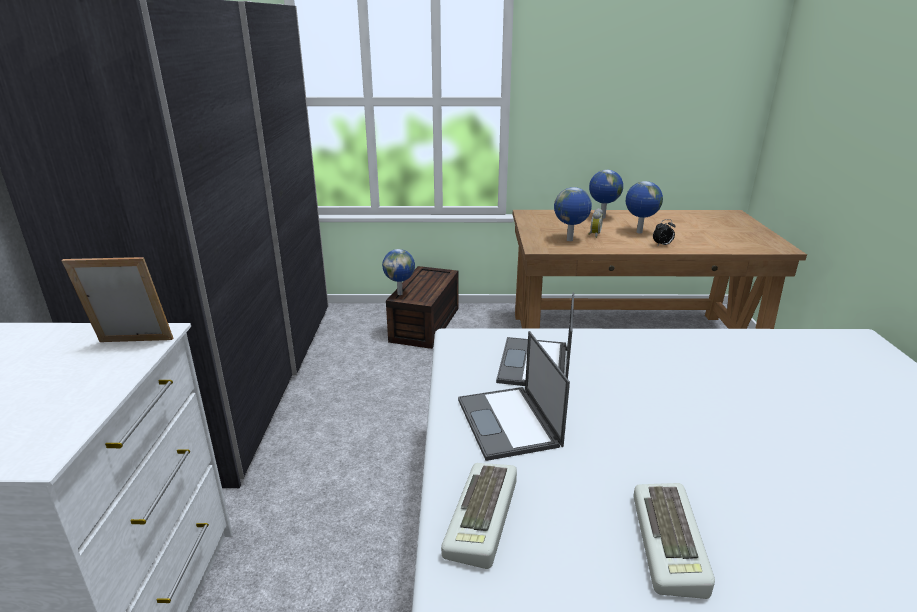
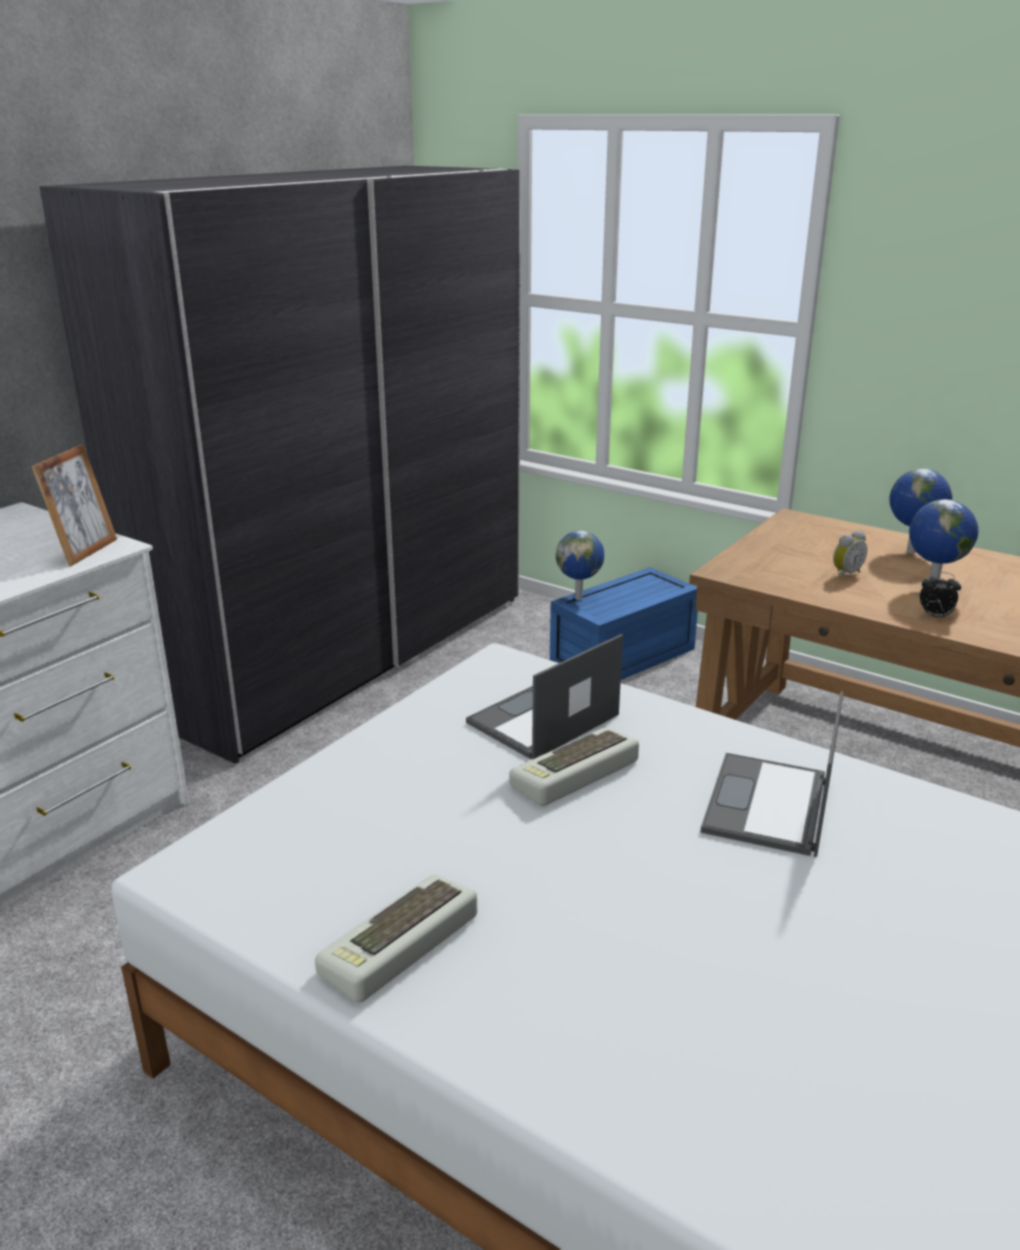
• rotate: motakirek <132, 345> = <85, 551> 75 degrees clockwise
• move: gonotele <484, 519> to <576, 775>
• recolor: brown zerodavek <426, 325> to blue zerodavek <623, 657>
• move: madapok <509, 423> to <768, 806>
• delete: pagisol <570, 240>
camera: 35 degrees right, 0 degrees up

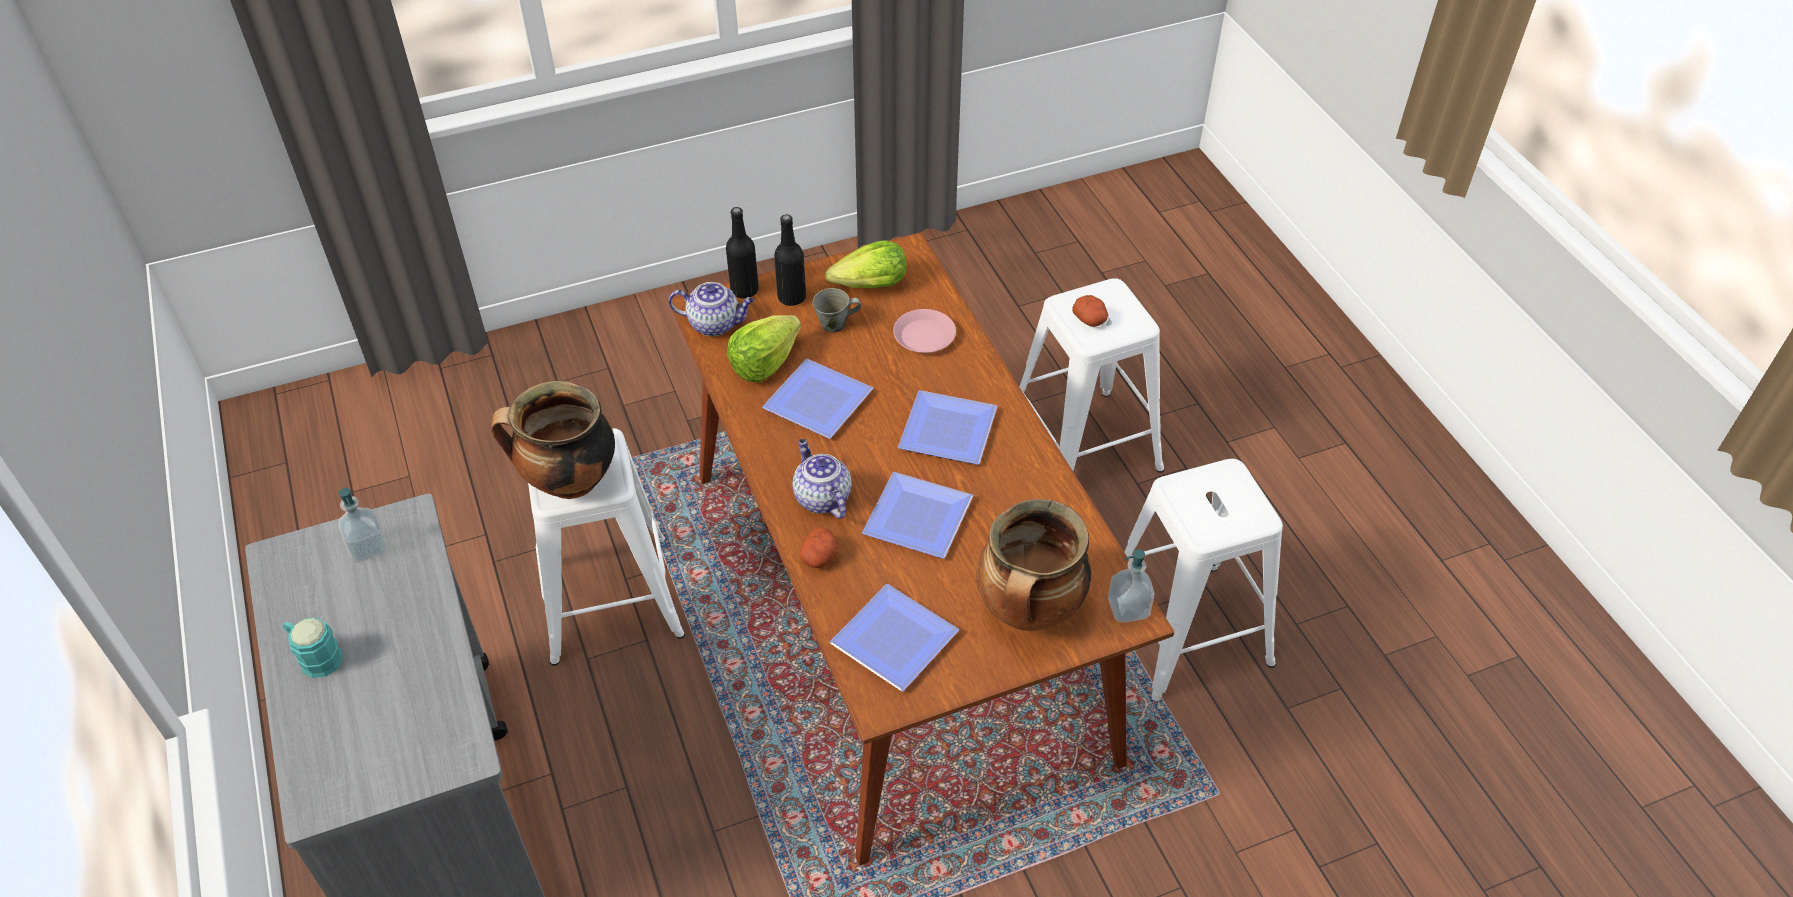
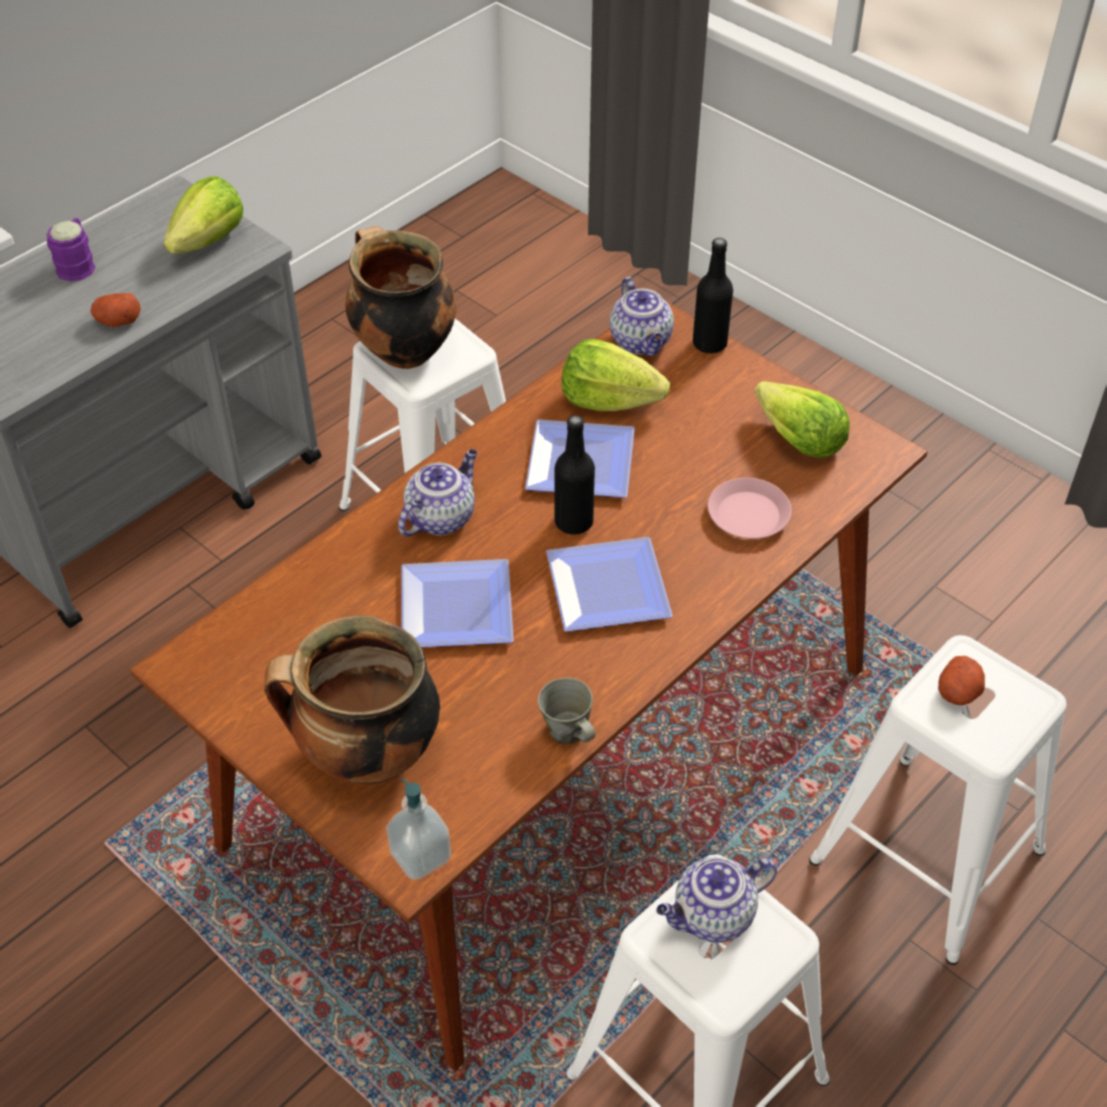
• recolor: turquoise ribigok <315, 656> to purple ribigok <77, 264>
• move: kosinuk <819, 557> to <117, 321>
• replace: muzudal <368, 547> to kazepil <209, 240>
• move: grey ribigok <835, 324> to <568, 732>
• move: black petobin <791, 297> to <574, 522>
• insert: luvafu <712, 917>
• delete: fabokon <899, 639>
camera: 65 degrees right, 0 degrees up

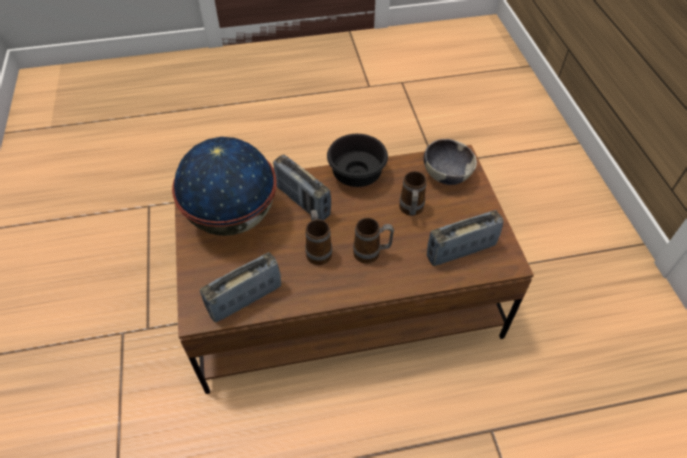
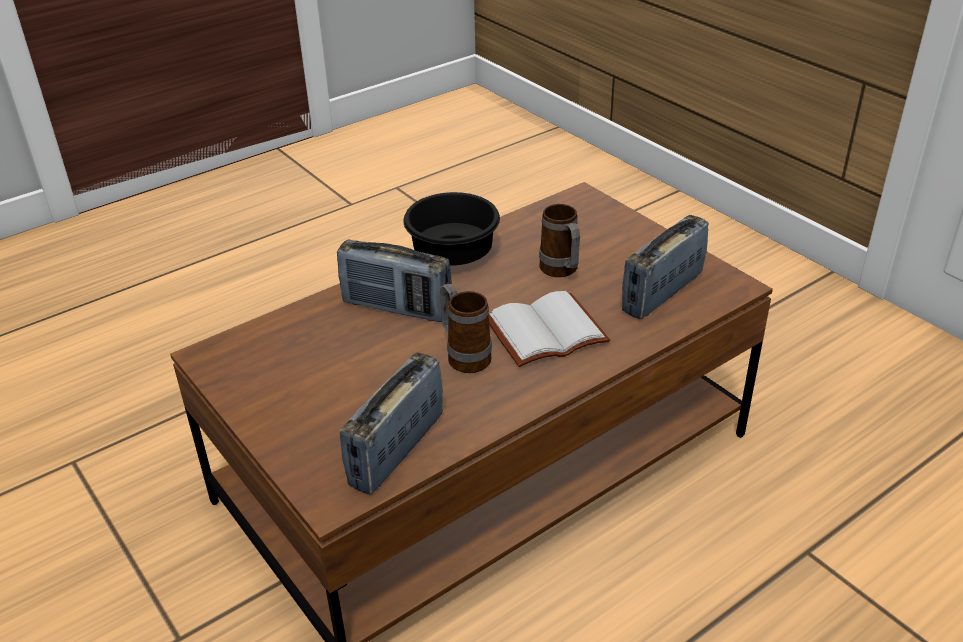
• replace: ribigok <372, 253> to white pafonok <545, 334>
• delete: pagisol <232, 218>
• delete: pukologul <446, 175>
camera: 25 degrees left, 15 degrees down

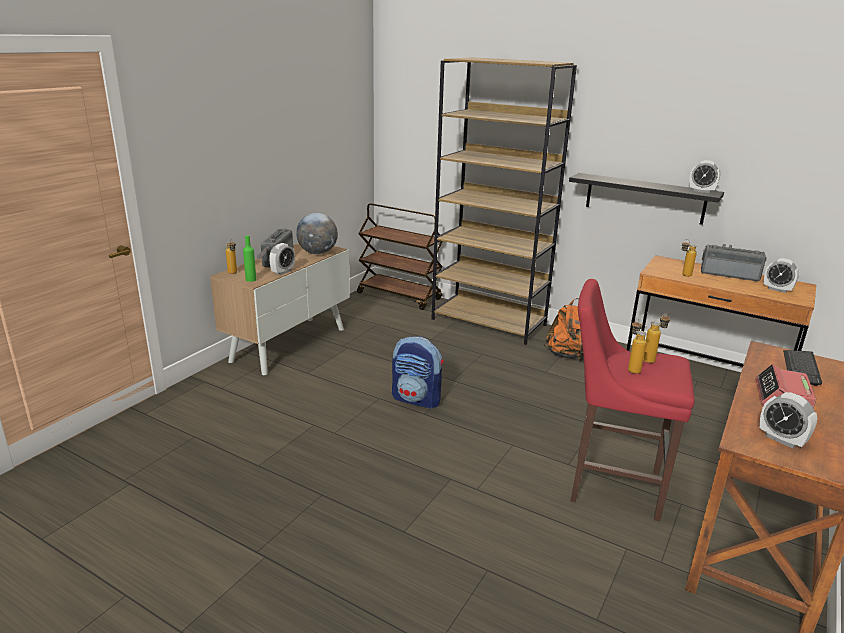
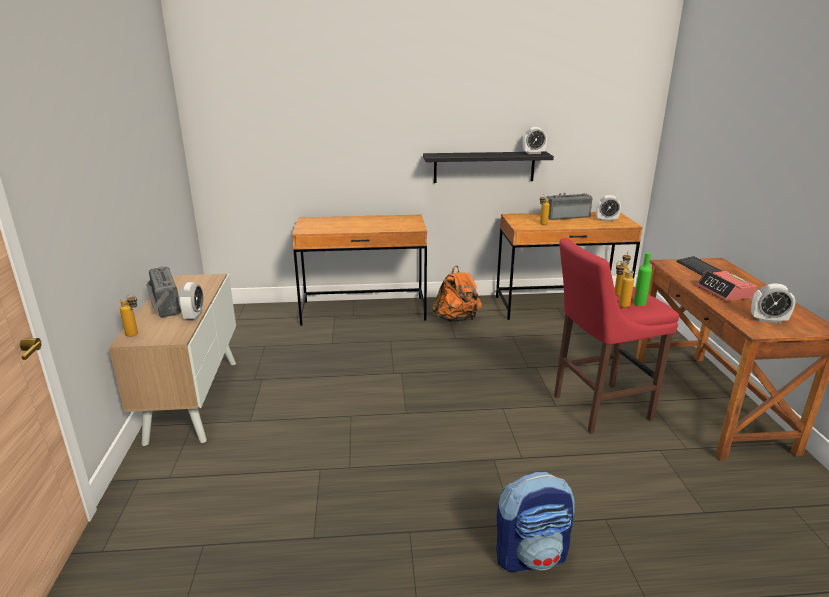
• replace: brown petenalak <489, 322> to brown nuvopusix <363, 311>
• move: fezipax <417, 399> to <531, 555>
• move: green petobin <251, 279> to <639, 303>
• delete: pagisol <317, 253>
• delete: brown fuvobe <400, 296>
camera: 35 degrees left, 0 degrees up

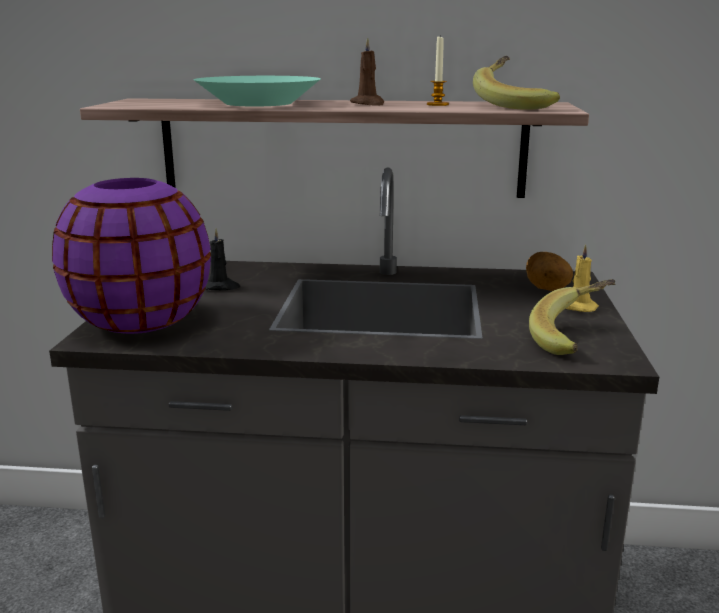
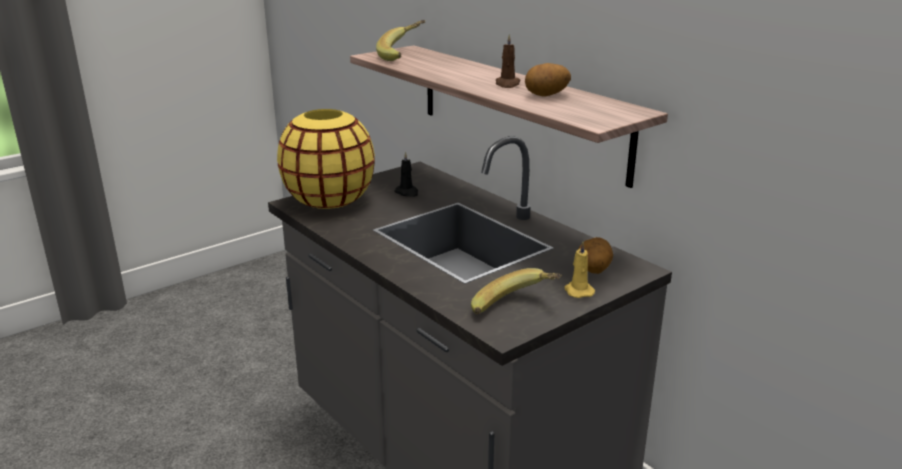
• recolor: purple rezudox <141, 321> to yellow rezudox <329, 200>
• move: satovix <515, 106> to <404, 55>
• replace: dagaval <437, 104> to kosinuk <547, 95>
• delete: turquoise pukologul <259, 103>
camera: 45 degrees right, 5 degrees up

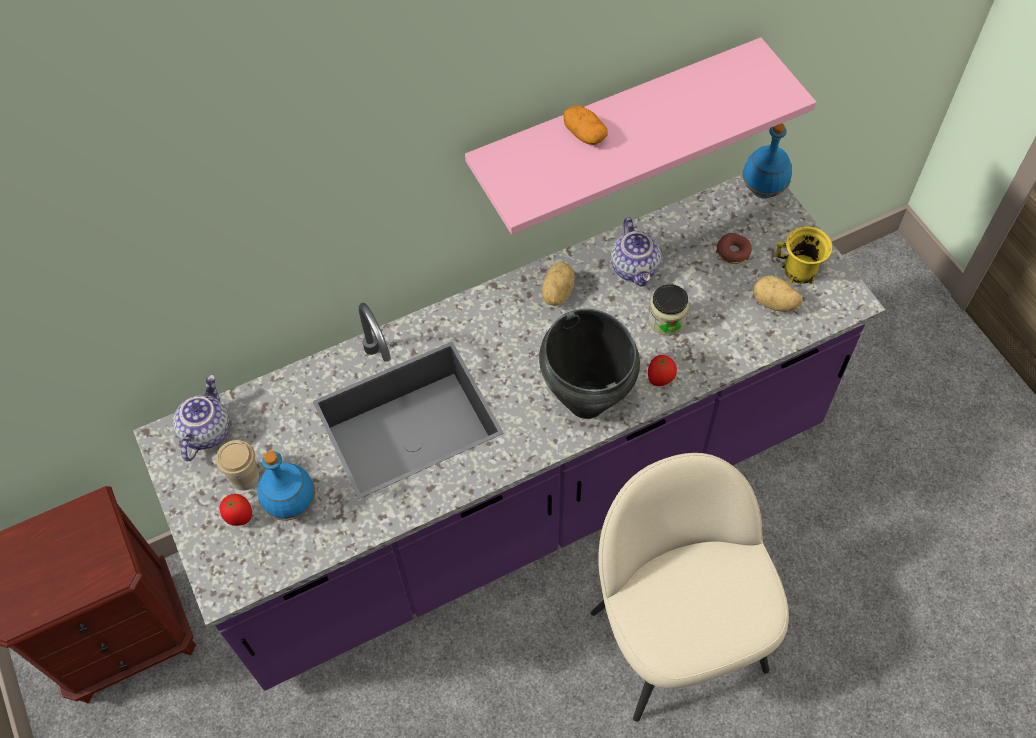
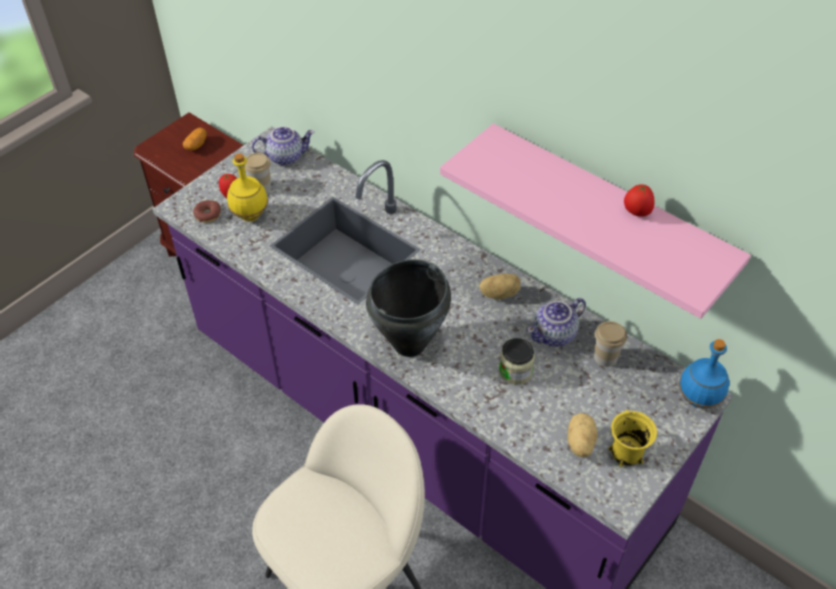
• move: kosinuk <584, 134> to <196, 145>
• move: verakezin <733, 252> to <208, 215>
• recolor: blue petobin <292, 504> to yellow petobin <251, 215>
• insert: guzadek <605, 357>
• move: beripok <660, 379> to <636, 213>
camera: 65 degrees right, 10 degrees down

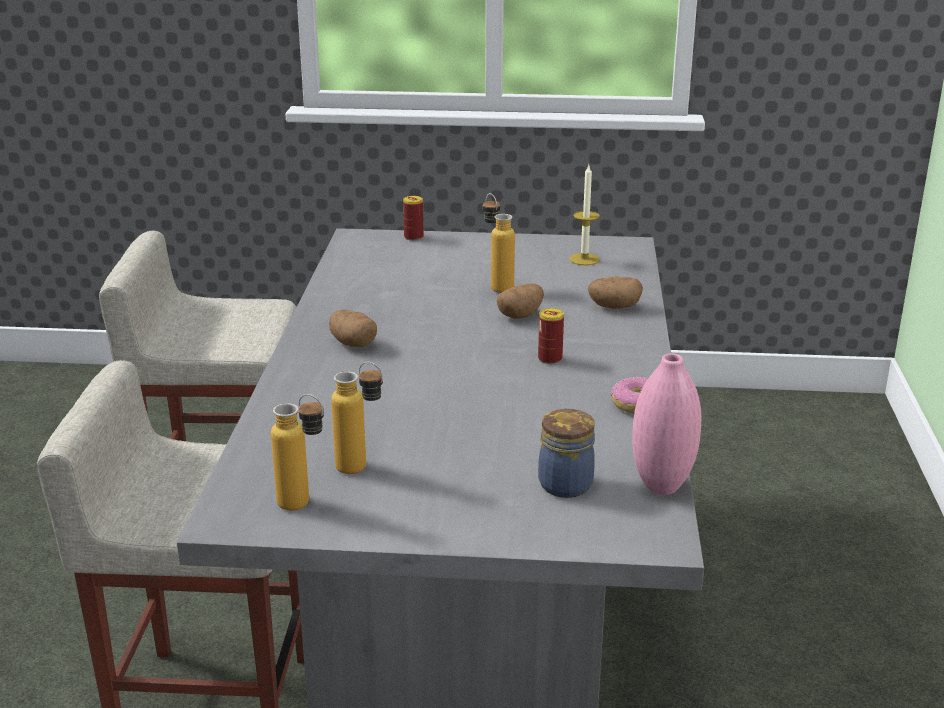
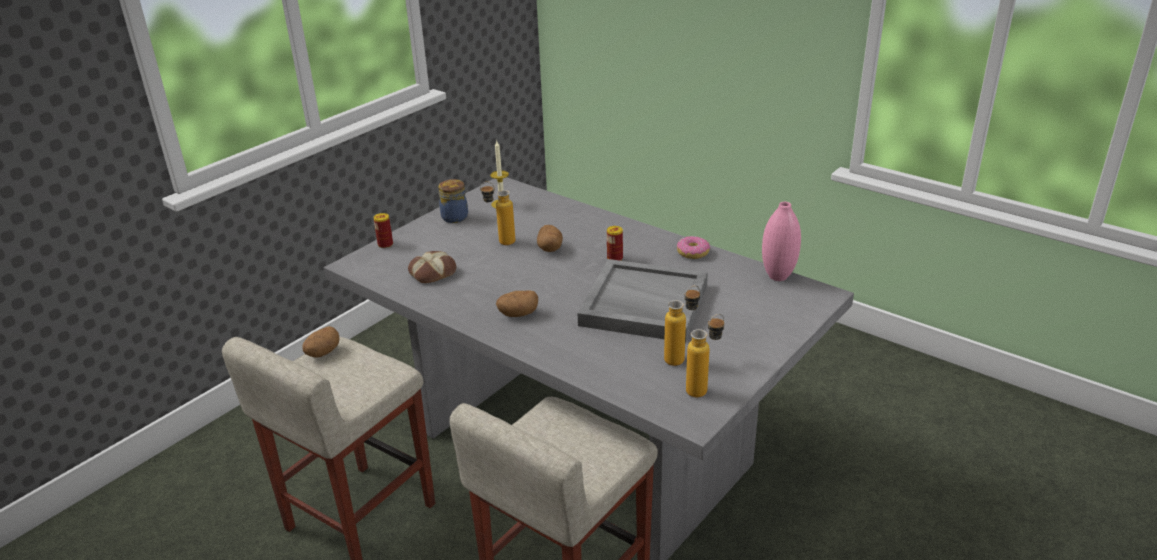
• move: kosinuk <614, 307> to <322, 353>
• insert: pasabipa <432, 272>
• move: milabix <566, 483> to <454, 217>
• insert: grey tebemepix <643, 305>
camera: 55 degrees left, 5 degrees up

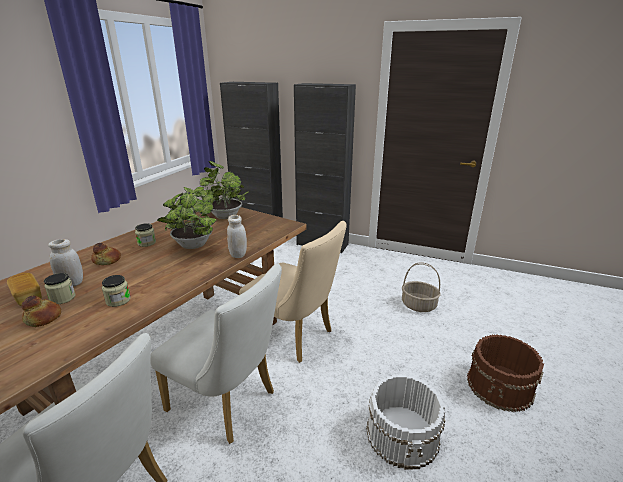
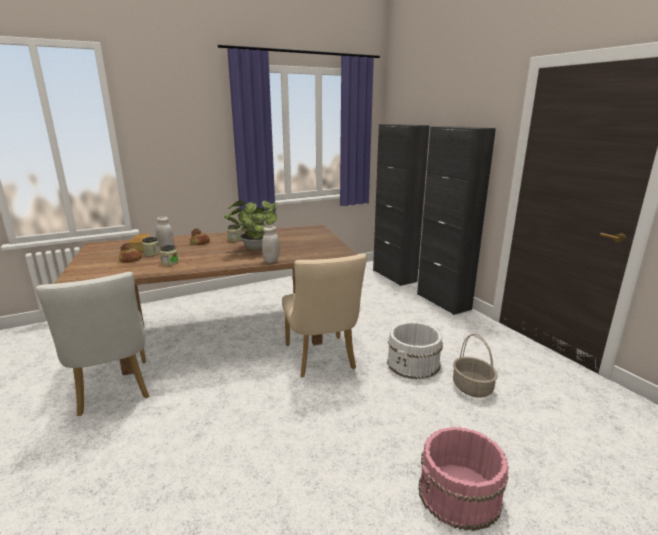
• move: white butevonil <403, 434> to <413, 363>
• recolor: brown butevonil <500, 386> to pink butevonil <459, 494>
• delete: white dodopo <228, 403>
• delete: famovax <224, 216>
camera: 40 degrees right, 5 degrees down

